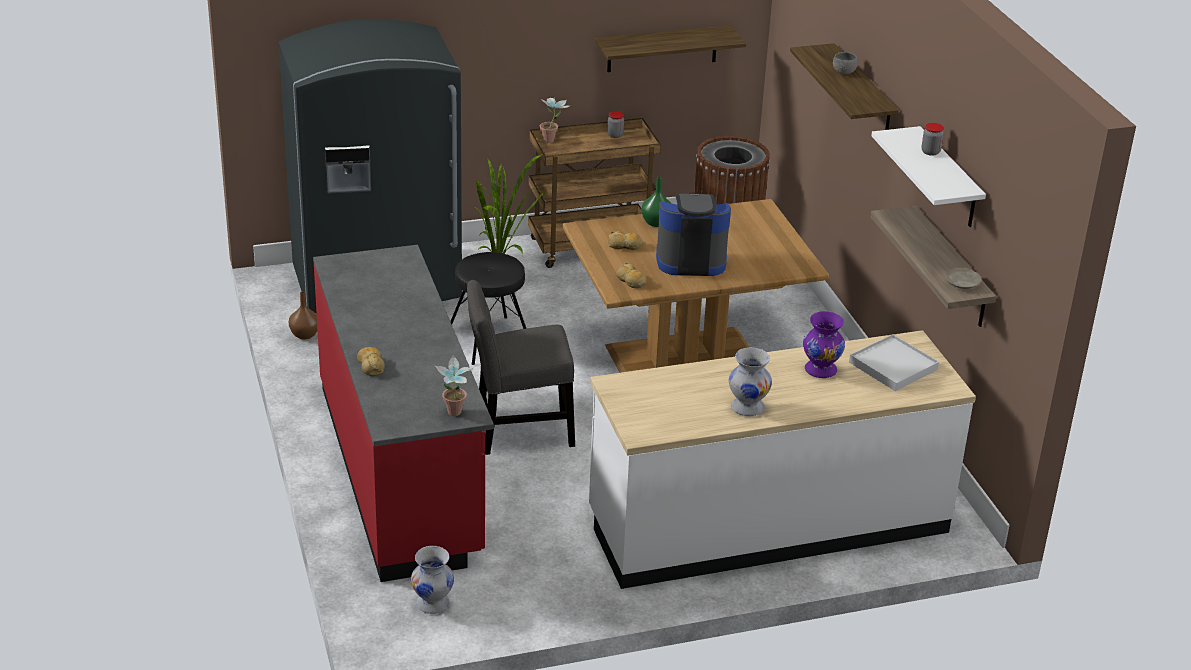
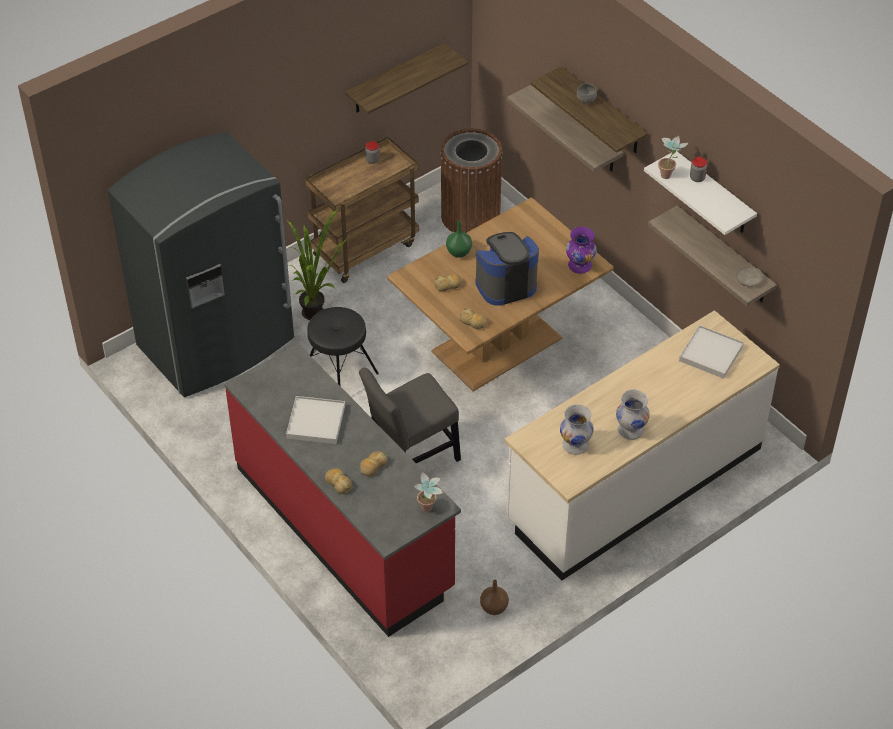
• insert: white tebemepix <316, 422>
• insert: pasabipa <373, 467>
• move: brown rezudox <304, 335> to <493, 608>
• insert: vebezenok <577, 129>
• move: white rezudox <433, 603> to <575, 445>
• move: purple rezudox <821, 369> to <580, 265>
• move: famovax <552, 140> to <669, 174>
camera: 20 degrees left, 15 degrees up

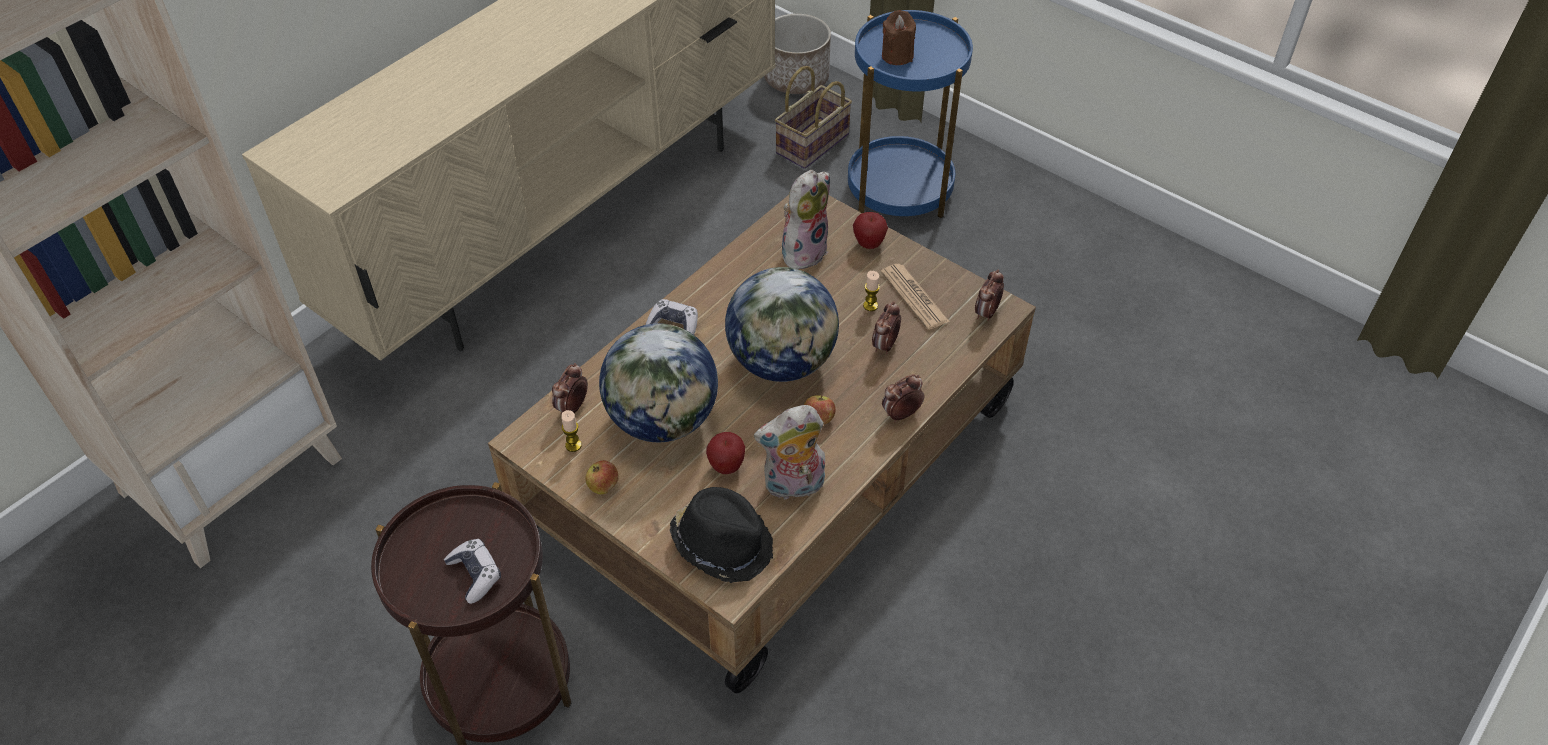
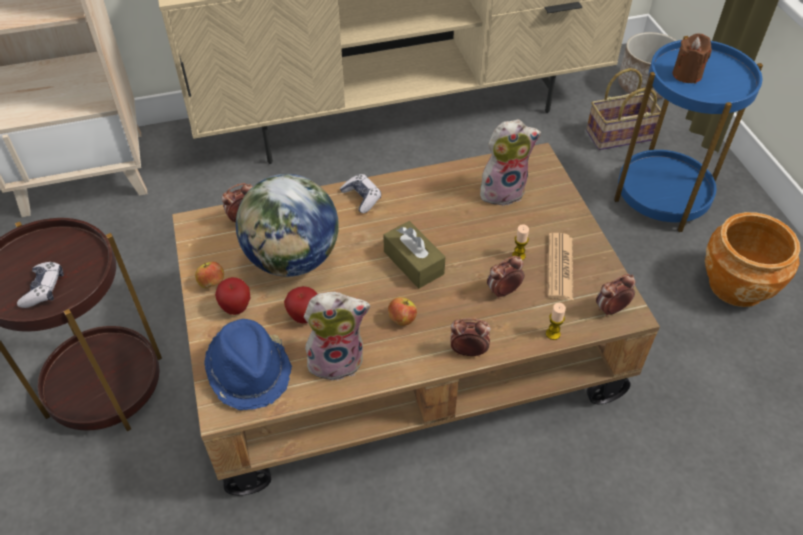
• recolor: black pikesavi <723, 543> to blue pikesavi <250, 371>
• move: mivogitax <869, 244> to <236, 308>
• rotate: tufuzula <793, 486> = <337, 359> 150 degrees clockwise
• replace: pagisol <782, 362> to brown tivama <413, 263>
• move: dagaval <573, 445> to <553, 334>
• insert: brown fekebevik <736, 285>
camera: 35 degrees right, 0 degrees up

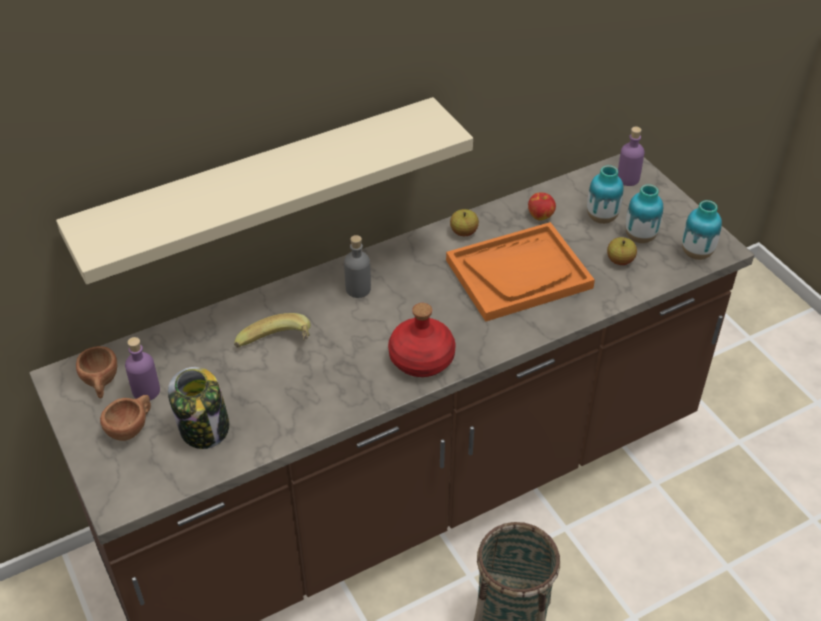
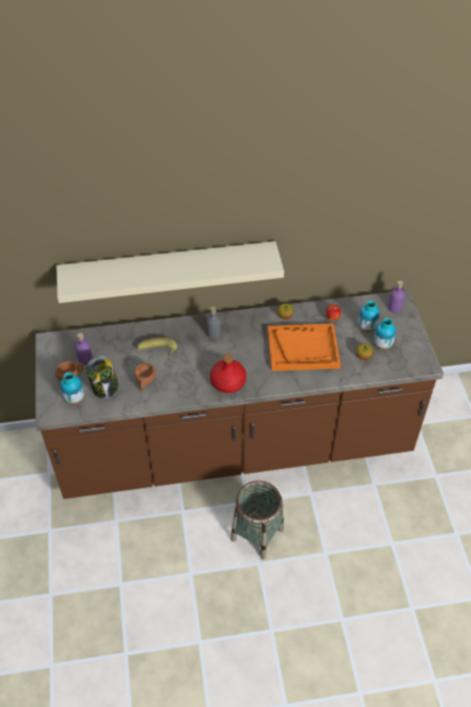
• move: rezudox <696, 253> to <74, 399>
• move: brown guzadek <101, 383> to <145, 382>
camera: 20 degrees right, 5 degrees up

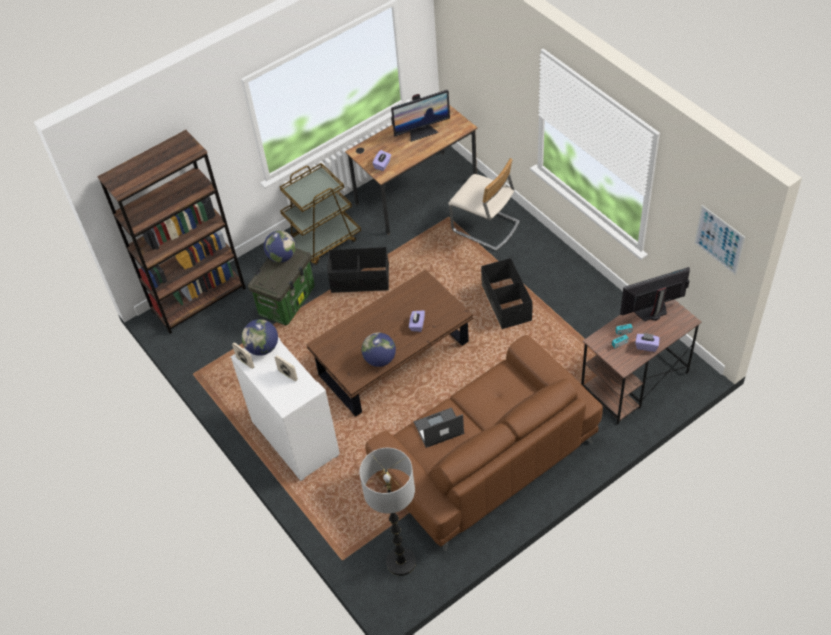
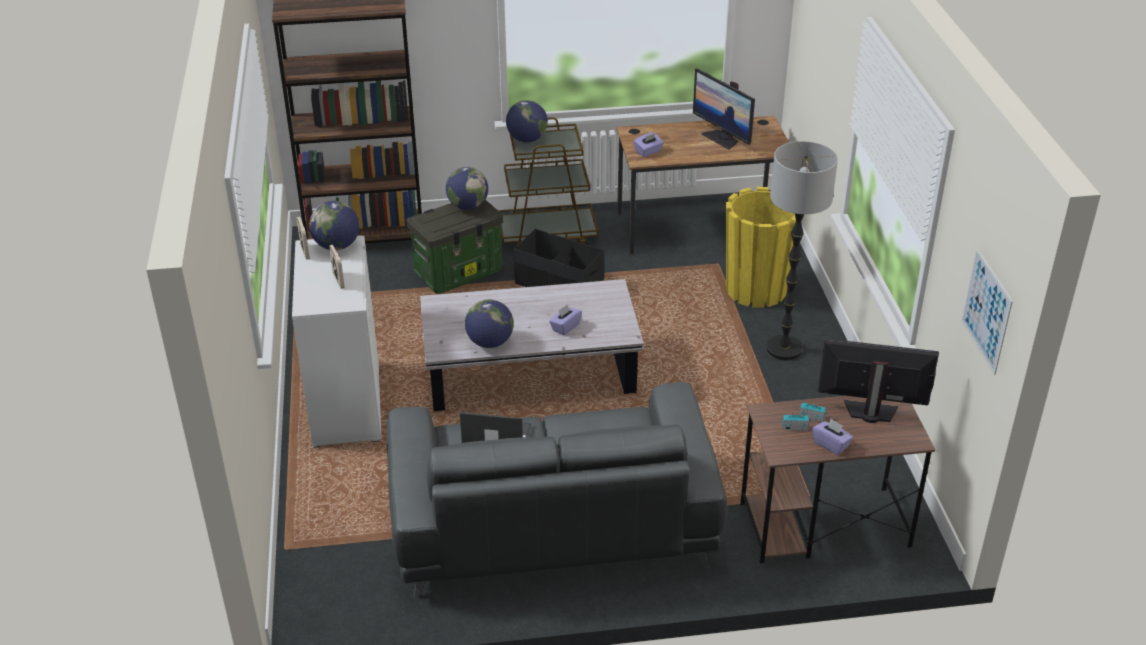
• recolor: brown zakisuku <485, 458> to grey zakisuku <551, 522>
• recolor: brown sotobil <393, 359> to white sotobil <530, 374>
• insert: pagisol <527, 139>
• rotate: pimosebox <421, 132> = <722, 138> 45 degrees clockwise
• replace: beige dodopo <485, 227> to yellow fekebevik <756, 290>
• move: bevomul <401, 562> to <784, 349>
• delete: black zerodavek <506, 303>
camera: 25 degrees right, 15 degrees down

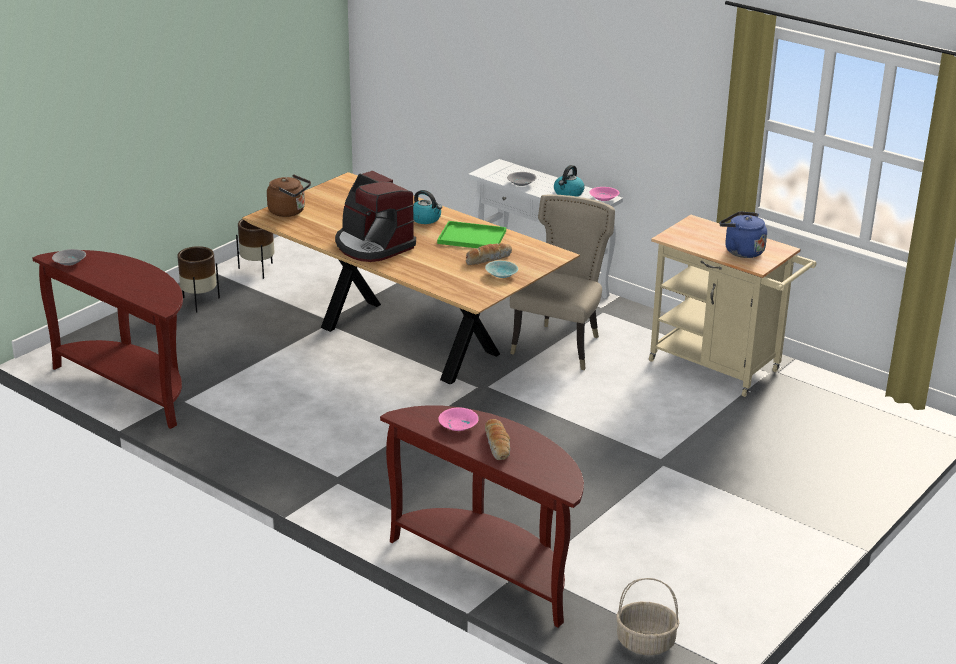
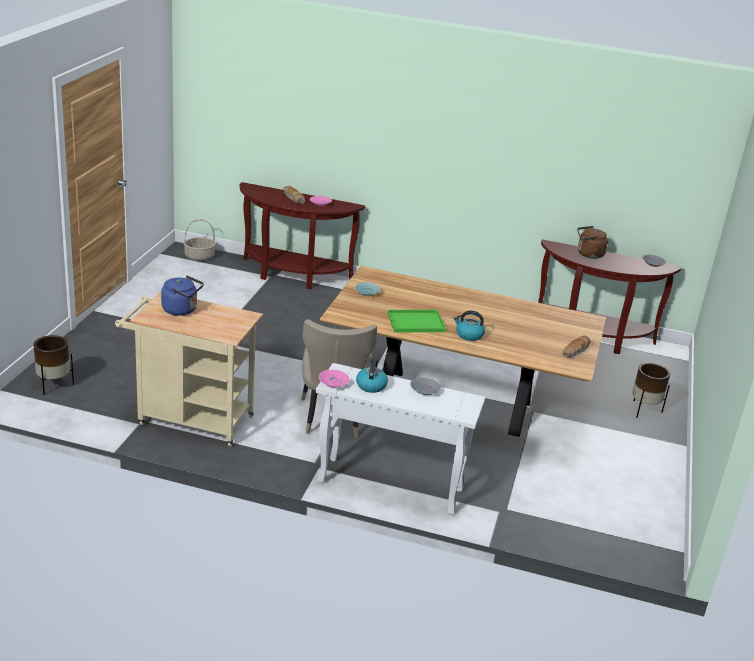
• move: brown fekebevik <258, 270> to <54, 385>
• move: pasabipa <488, 259> to <576, 351>
• move: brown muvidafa <289, 212> to <588, 254>
• delete: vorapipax <373, 245>
camera: 155 degrees right, 0 degrees up

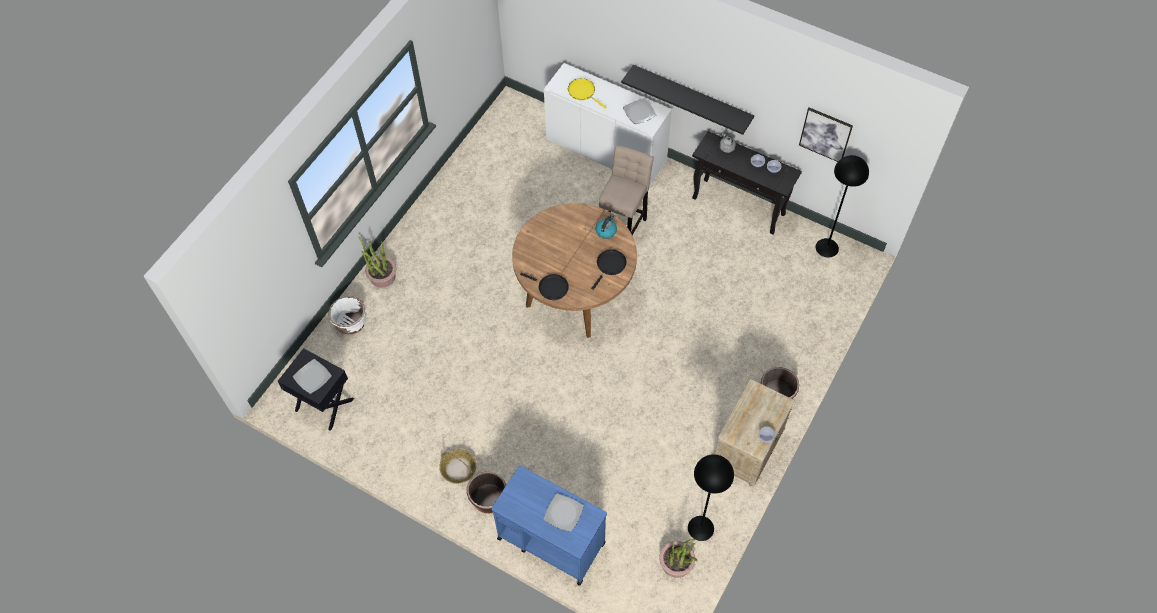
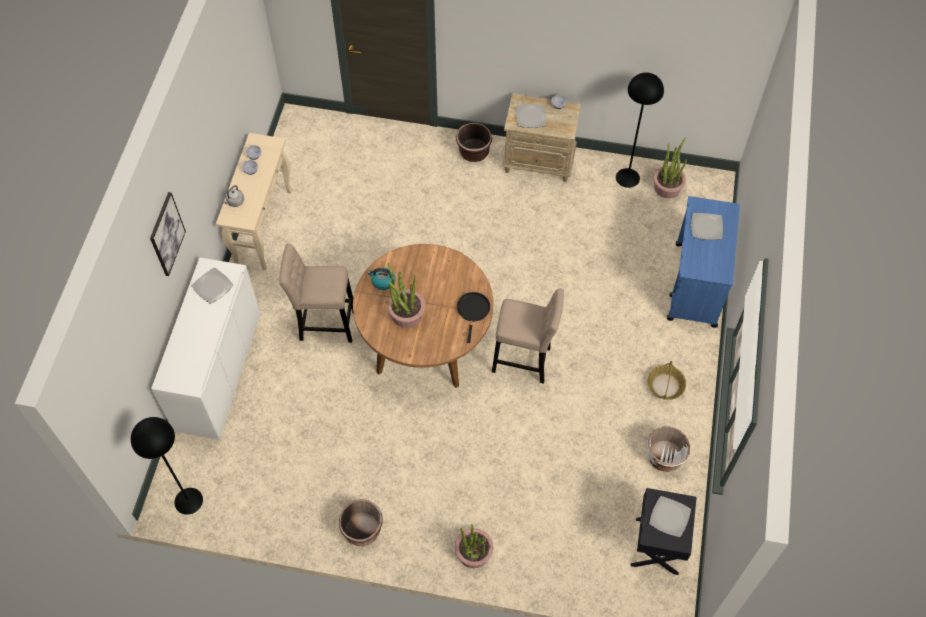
• move: black bevomul <826, 247> to <188, 501>
• move: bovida <825, 134> to <166, 234>
• recolor: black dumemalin <739, 206> to beige dumemalin <263, 226>
• move: brown fekebevik <489, 499> to <362, 530>
• insert: famovax <406, 314>
• insert: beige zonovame <525, 361>
• insert: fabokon <531, 117>
• move: white fekebevik <351, 323> to <664, 457>
• delete: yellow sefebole <583, 92>
• delete: black sefebole <610, 265>
• delete: black vebezenok <692, 97>
camera: 110 degrees left, 0 degrees up

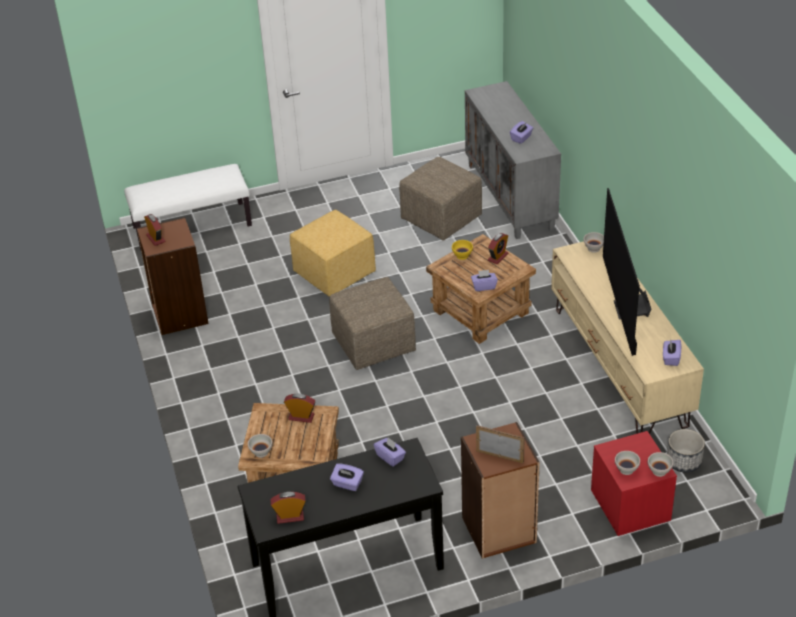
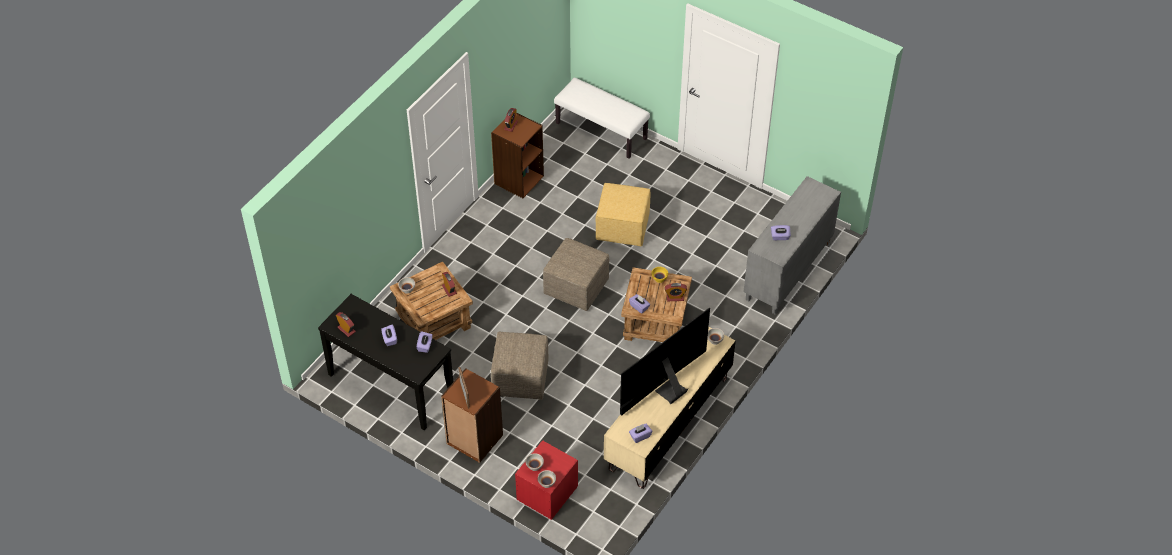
• move: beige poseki <442, 219> to <520, 379>
• delete: fekebevik <684, 461>
camera: 50 degrees right, 10 degrees up

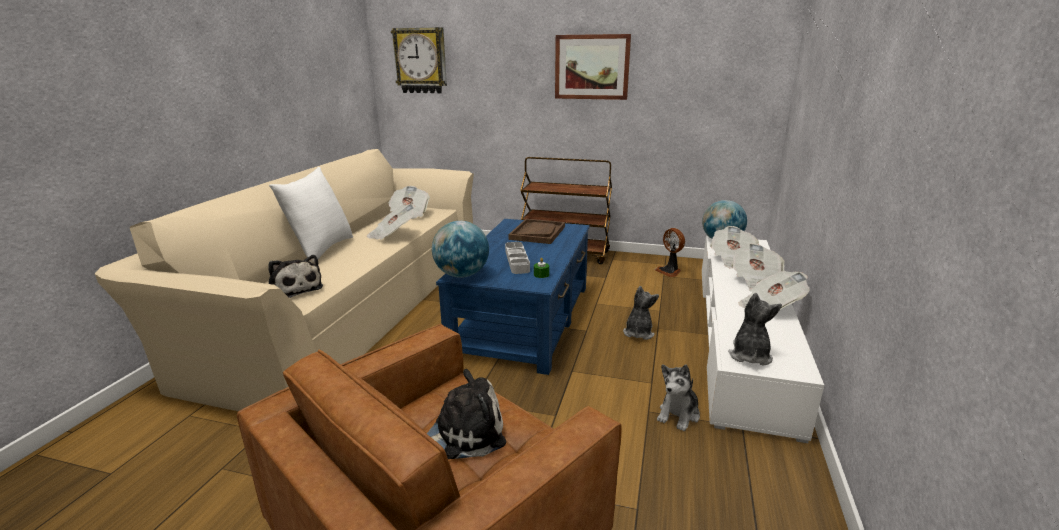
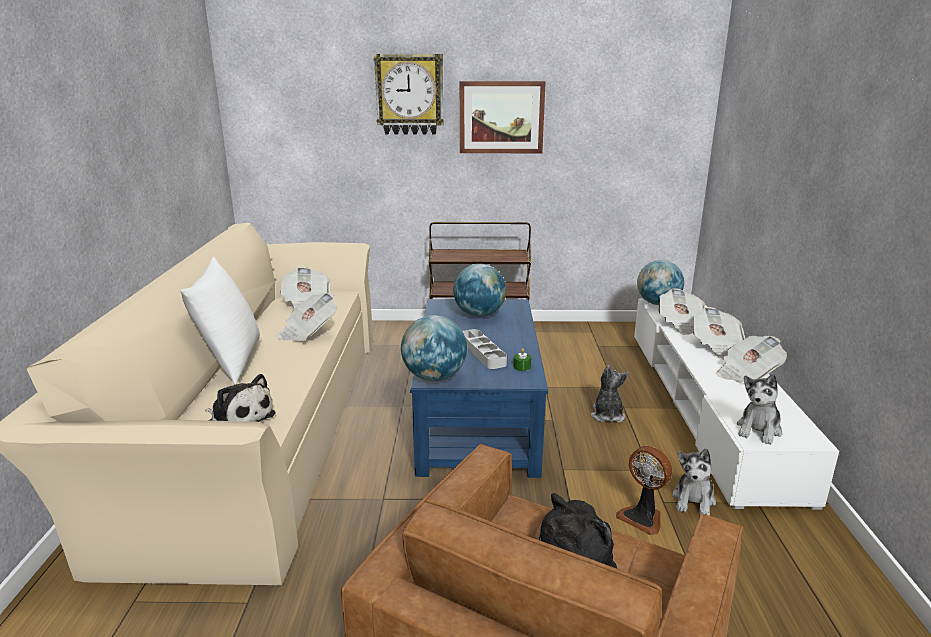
• move: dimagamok <421, 61> to <410, 94>
• replace: brown tebemepix <537, 233> to pagisol <479, 314>
• move: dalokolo <669, 271> to <642, 517>
• rotate: tufuzula <749, 355> = <759, 430> 150 degrees counterclockwise
camera: 15 degrees left, 0 degrees up

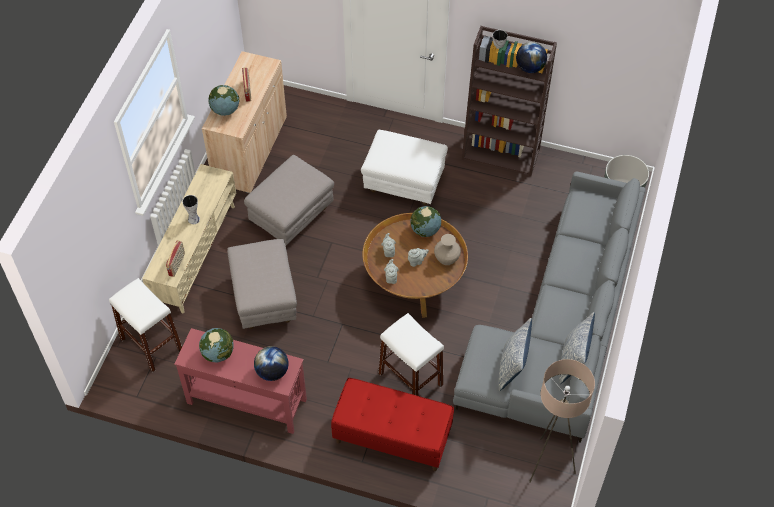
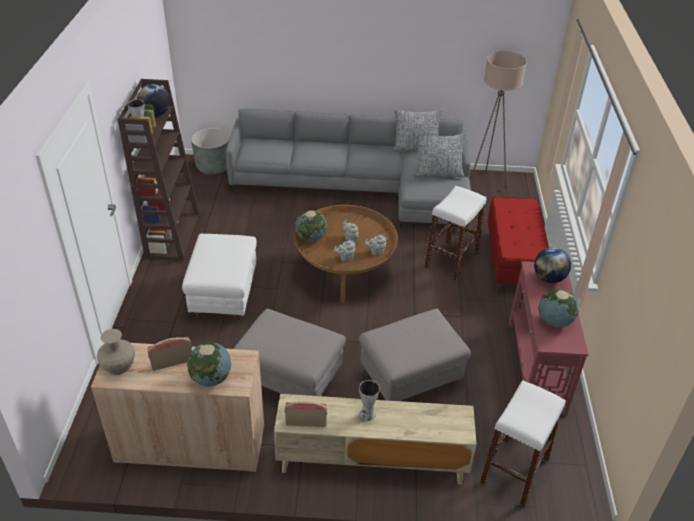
• move: beige rezudox <447, 257> to <118, 365>
• move: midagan <177, 264> to <306, 422>
camera: 105 degrees left, 15 degrees down

